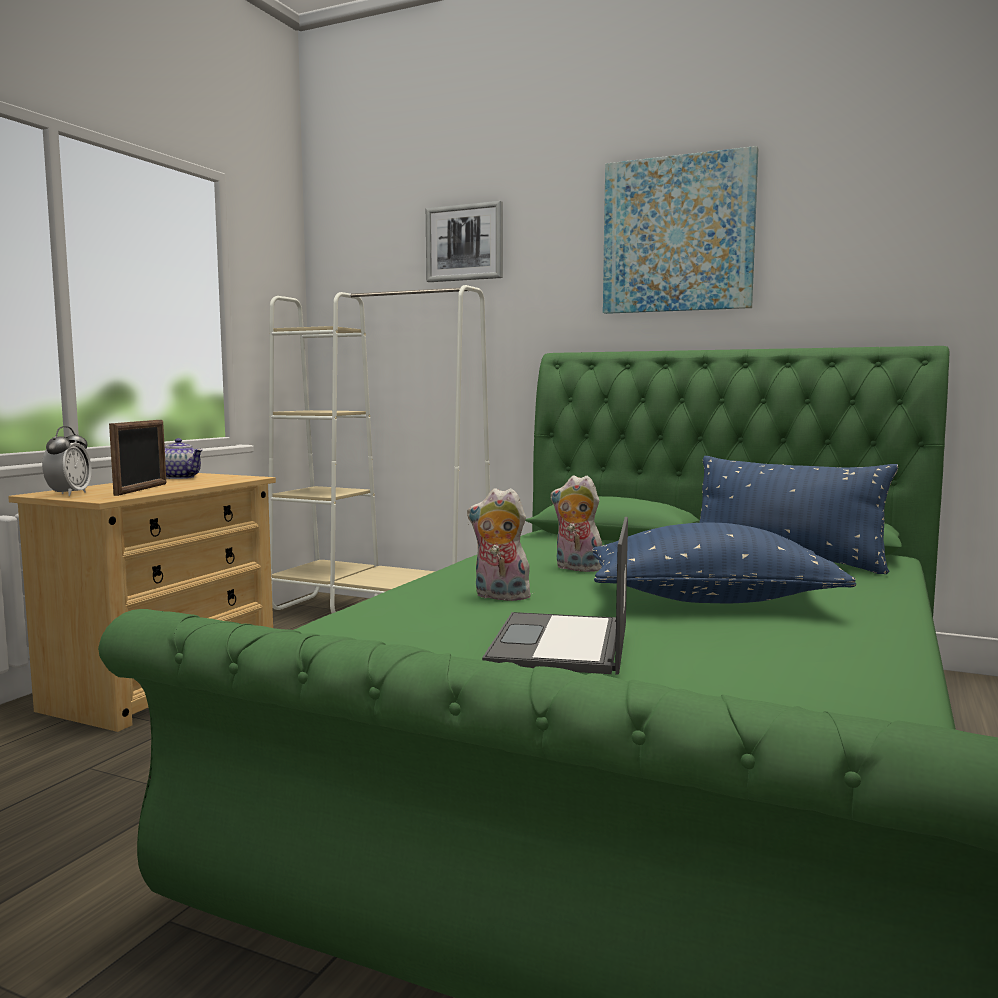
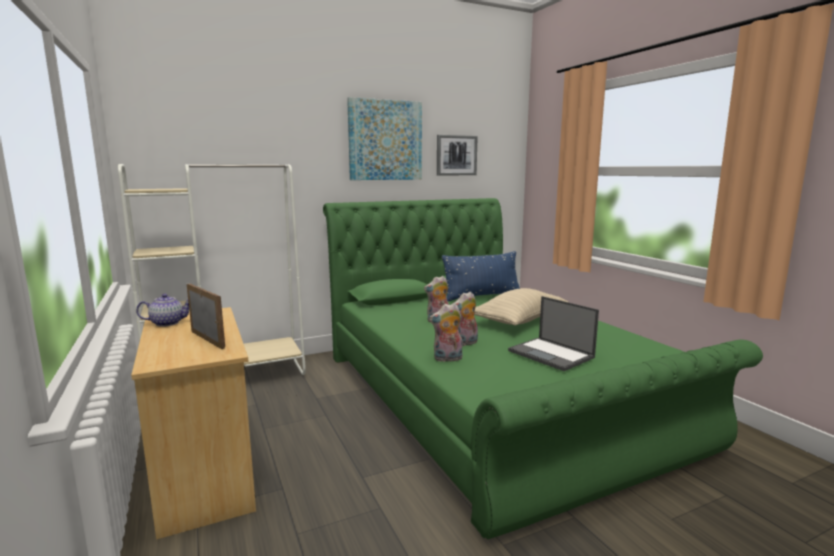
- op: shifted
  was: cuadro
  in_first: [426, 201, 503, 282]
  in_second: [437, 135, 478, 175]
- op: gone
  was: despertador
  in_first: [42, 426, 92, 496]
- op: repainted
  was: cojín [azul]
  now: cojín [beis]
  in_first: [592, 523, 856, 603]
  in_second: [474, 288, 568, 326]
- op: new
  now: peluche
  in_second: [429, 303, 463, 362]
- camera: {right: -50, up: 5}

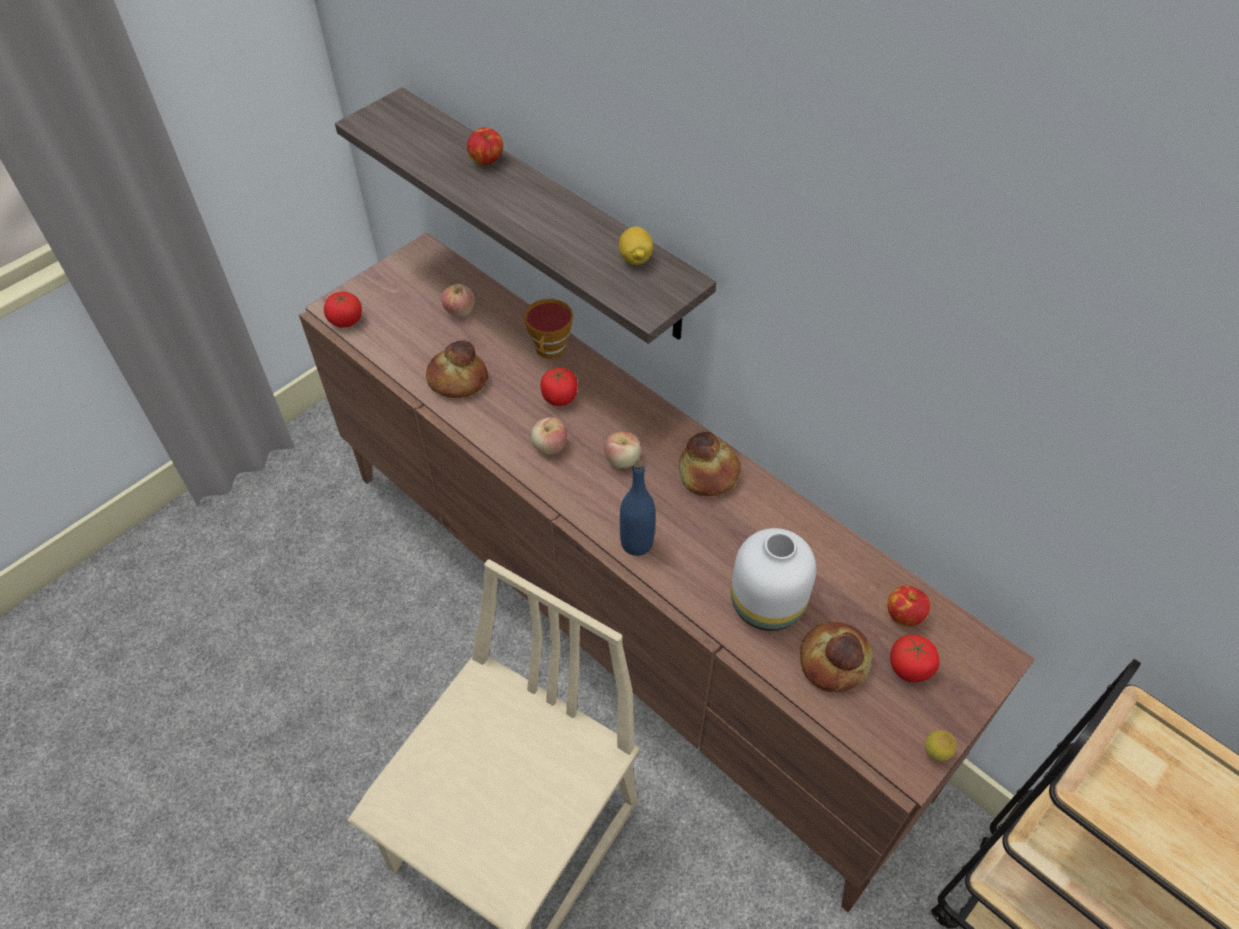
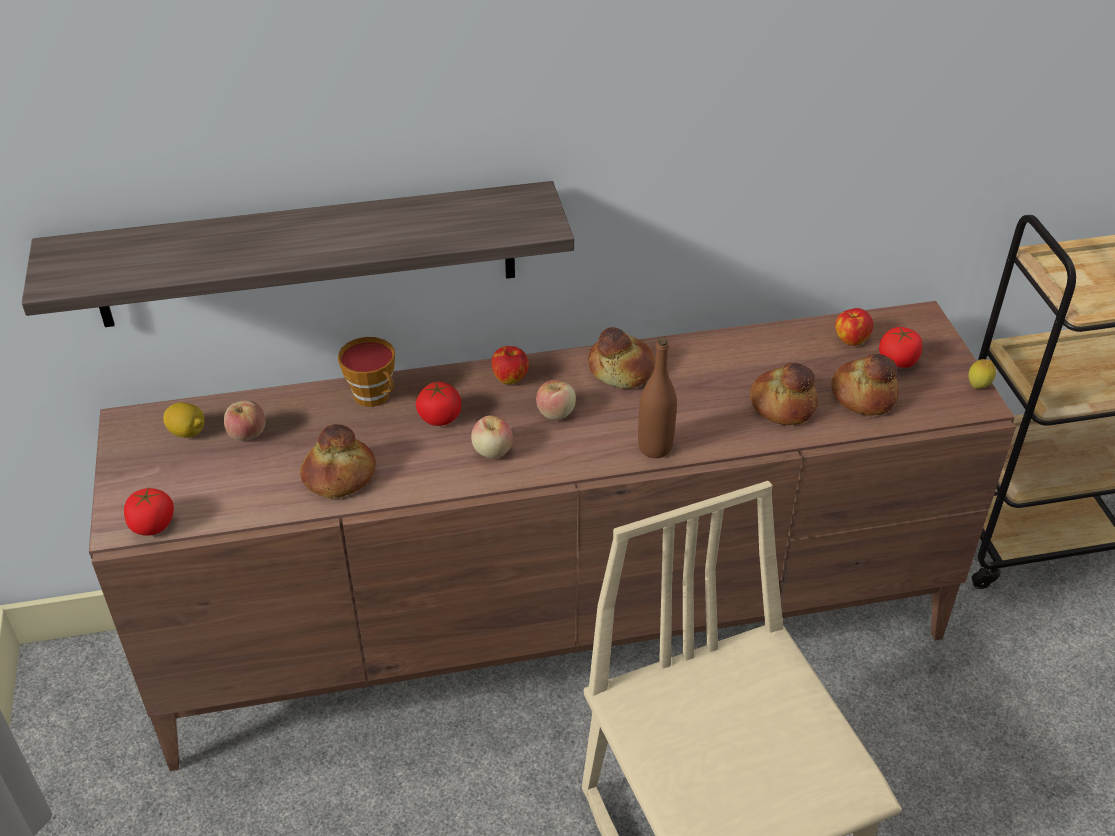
- op: shifted
  was: manzana
  in_first: [467, 127, 503, 165]
  in_second: [491, 346, 529, 384]
- op: shifted
  was: limón
  in_first: [619, 227, 653, 265]
  in_second: [164, 402, 204, 438]
- op: repainted
  was: botella [azul]
  now: botella [marrón]
  in_first: [620, 461, 656, 556]
  in_second: [638, 338, 677, 458]
- op: swapped
  was: florero [blanco]
  now: pan
  in_first: [731, 528, 816, 631]
  in_second: [750, 363, 818, 425]
- camera: {right: -55, up: -10}

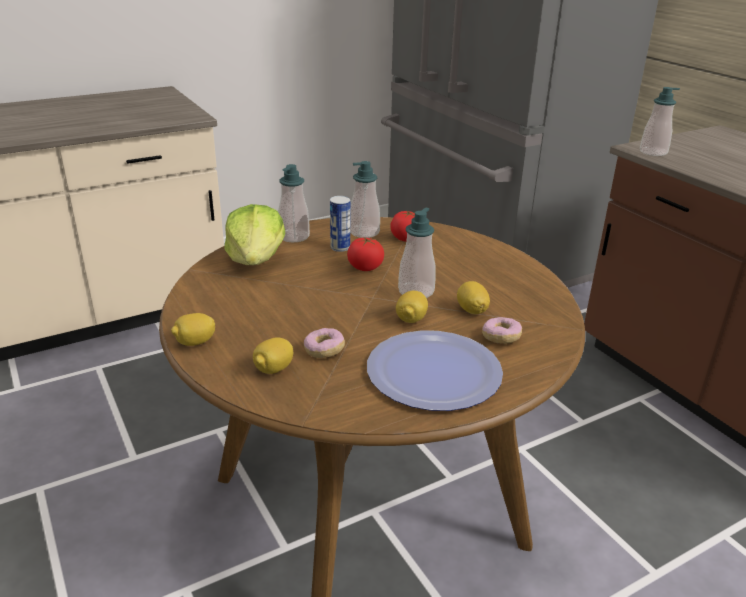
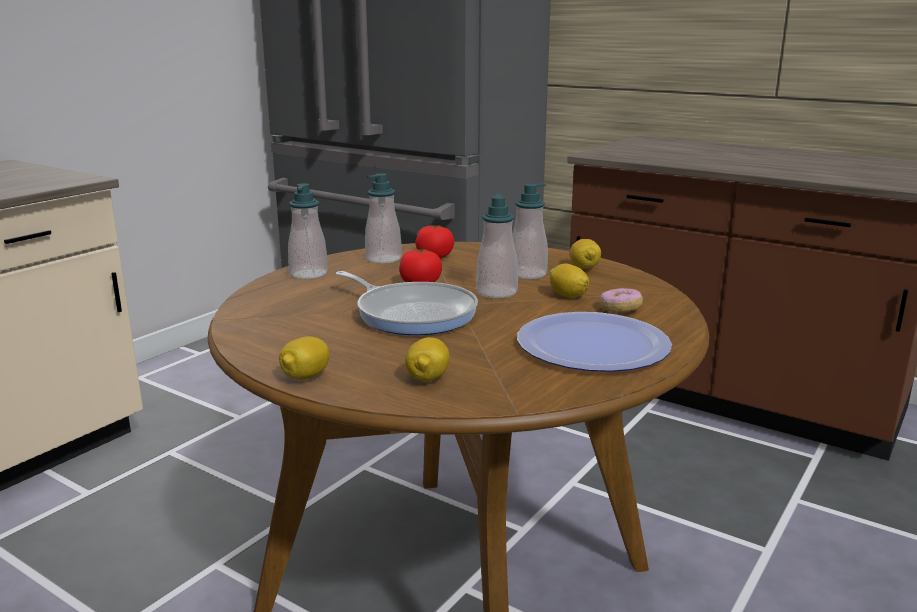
- op: shifted
  was: dispensador de jabón
  in_first: [640, 87, 680, 156]
  in_second: [512, 183, 548, 279]
- op: gone
  was: lata
  in_first: [330, 196, 350, 252]
- op: gone
  was: lechuga
  in_first: [225, 204, 286, 265]
- op: shifted
  was: limón
  in_first: [396, 291, 428, 323]
  in_second: [569, 239, 601, 269]
- op: gone
  was: rosquilla
  in_first: [304, 328, 345, 358]
- op: new
  now: sartén
  in_second: [336, 271, 478, 335]
- camera: {right: -25, up: -10}

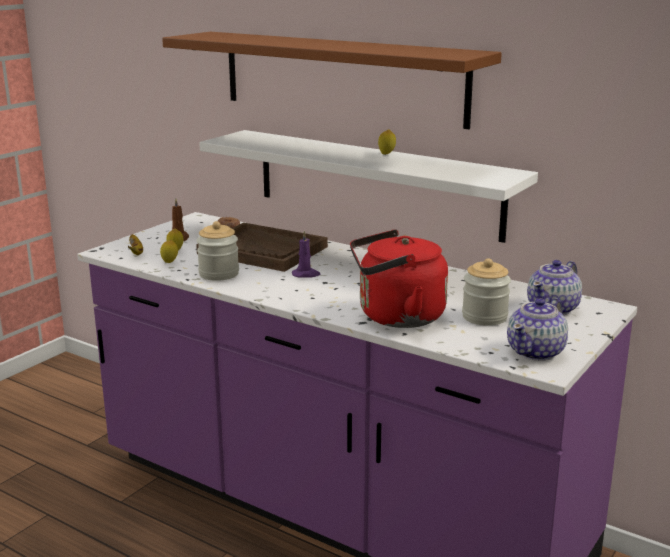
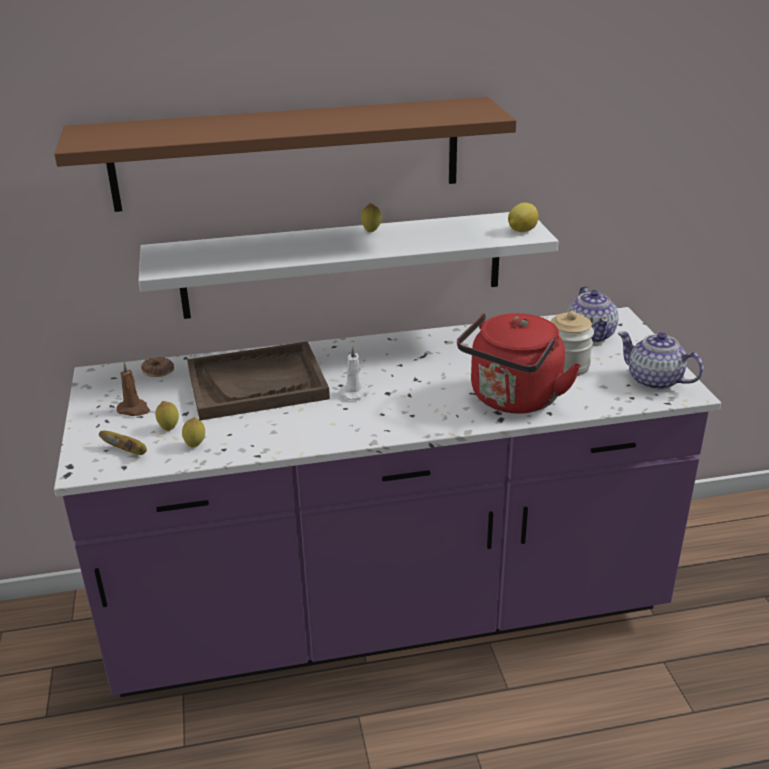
- op: gone
  was: tarro
  in_first: [197, 221, 239, 281]
- op: repainted
  was: vela [morado]
  now: vela [blanco]
  in_first: [292, 230, 320, 278]
  in_second: [339, 346, 369, 400]
- op: rotated
  was: tetera
  in_first: [507, 298, 568, 361]
  in_second: [618, 332, 704, 390]
  clockwise: 135
- op: new
  now: limón
  in_second: [508, 203, 539, 232]
- camera: {right: -45, up: 10}

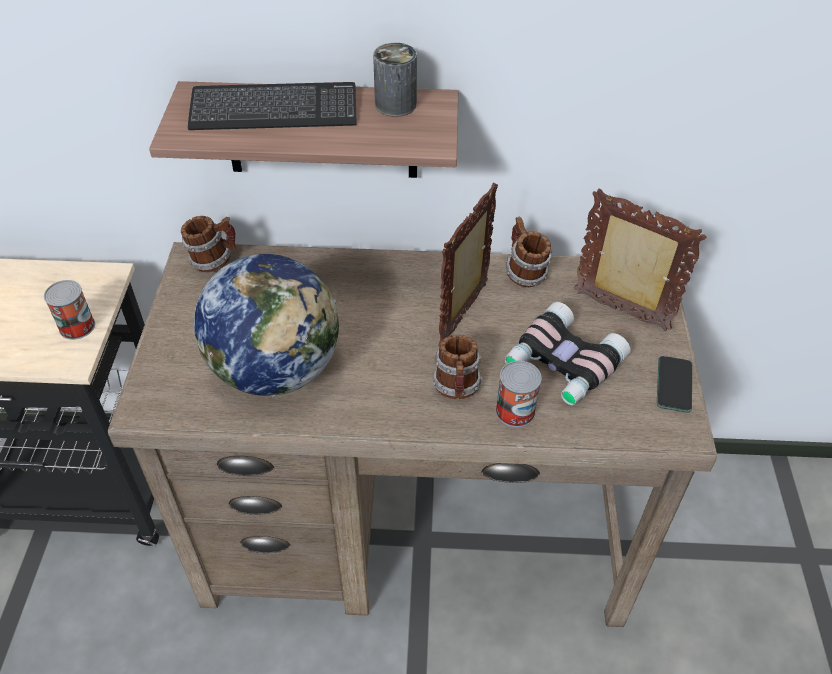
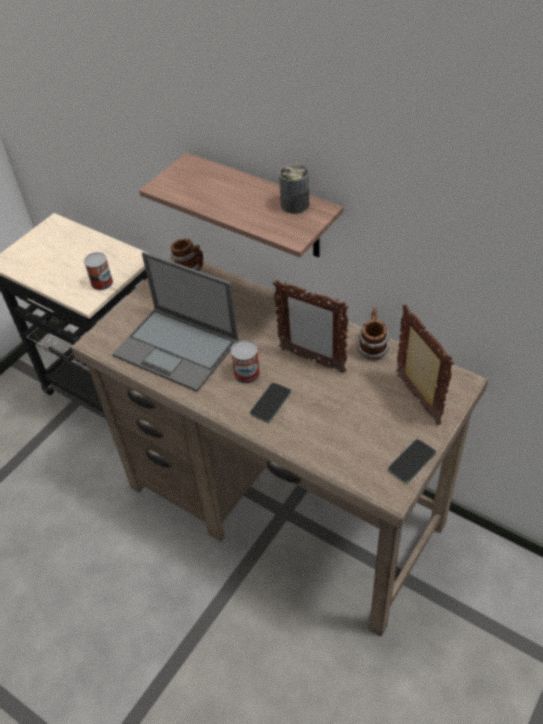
- op: gone
  was: teclado
  in_first: [188, 82, 357, 130]
- op: rotated
  was: portarretratos
  in_first: [438, 183, 498, 346]
  in_second: [273, 280, 349, 373]
  clockwise: -120
- op: swapped
  was: globo terráqueo
  now: portátil
  in_first: [194, 254, 339, 397]
  in_second: [112, 252, 238, 392]
- op: gone
  was: prismáticos
  in_first: [504, 302, 631, 405]
- op: swapped
  was: taza grande
  now: móvil
  in_first: [433, 335, 483, 399]
  in_second: [250, 383, 291, 422]
- op: shifted
  was: lata
  in_first: [496, 361, 542, 427]
  in_second: [231, 340, 260, 384]
- camera: {right: 35, up: 0}

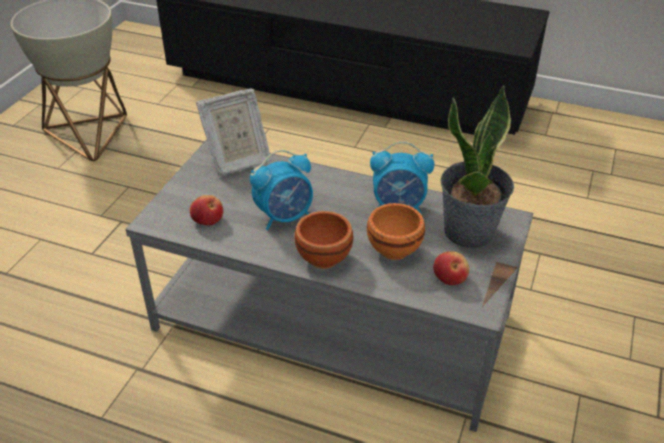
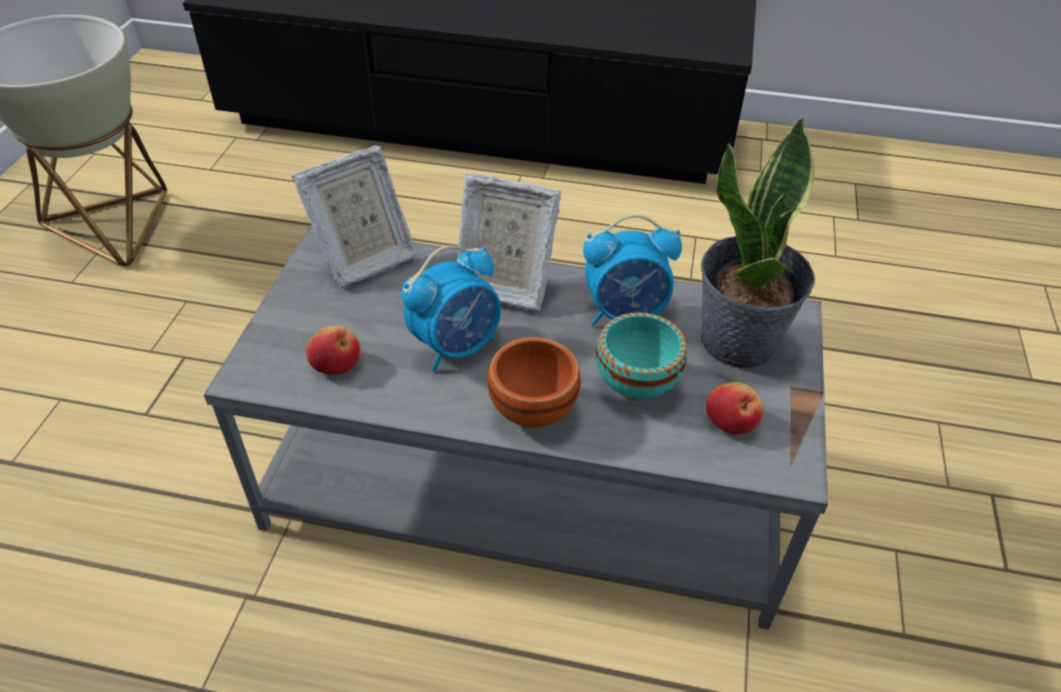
- op: repainted
  was: cuenco [naranja]
  now: cuenco [turquesa]
  in_first: [367, 203, 425, 260]
  in_second: [596, 312, 687, 401]
- op: new
  now: portarretratos
  in_second: [458, 173, 561, 311]
- camera: {right: -10, up: 5}

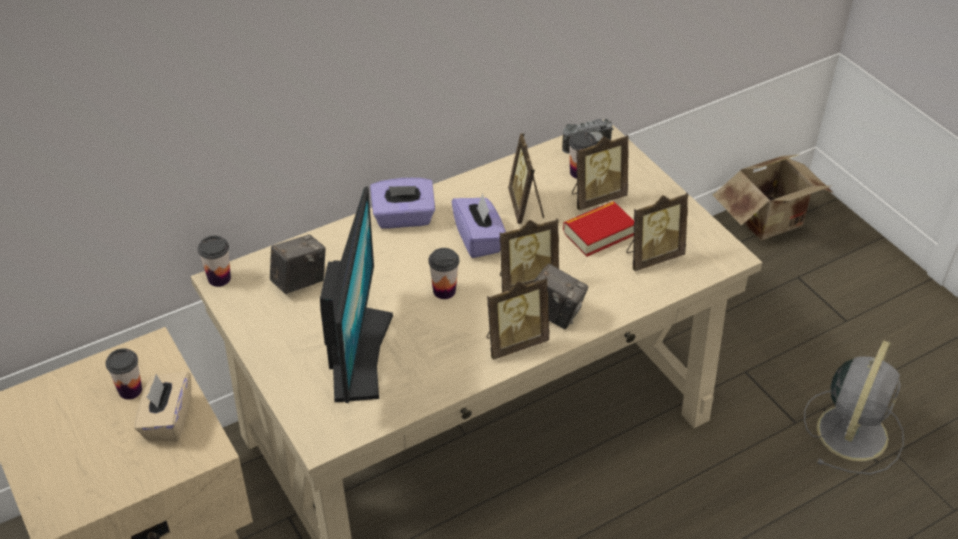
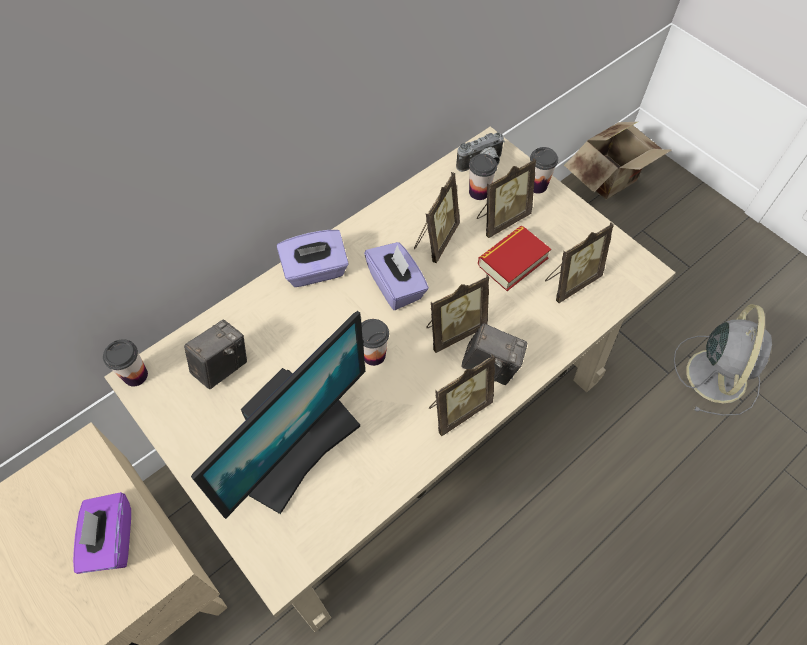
- op: rotated
  was: portarretratos
  in_first: [508, 133, 544, 224]
  in_second: [414, 172, 460, 263]
  clockwise: -135
- op: rotated
  was: monitor
  in_first: [320, 186, 393, 403]
  in_second: [191, 311, 365, 519]
  clockwise: 45
- op: shifted
  was: taza
  in_first: [106, 348, 142, 400]
  in_second: [530, 147, 558, 193]
- op: repainted
  was: caja de pañuelos [beis]
  now: caja de pañuelos [morado]
  in_first: [134, 371, 192, 441]
  in_second: [73, 492, 131, 574]
- camera: {right: -10, up: 15}

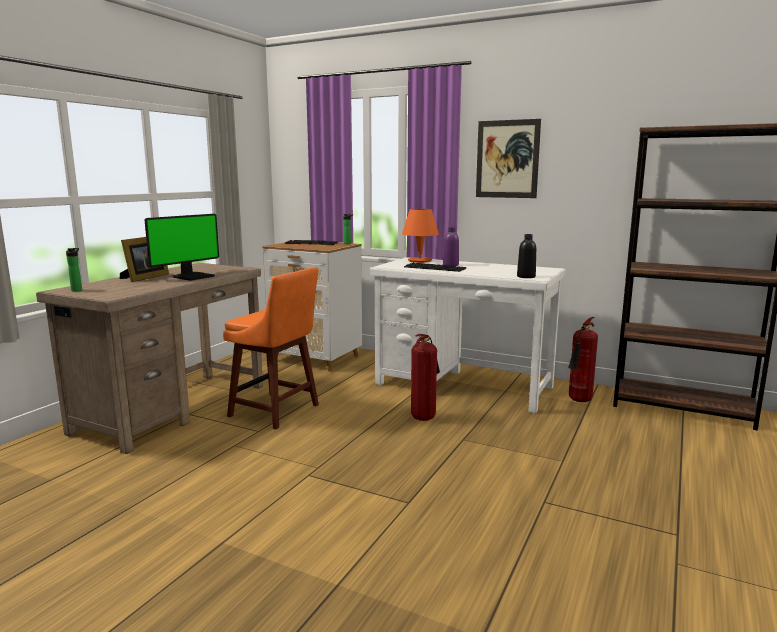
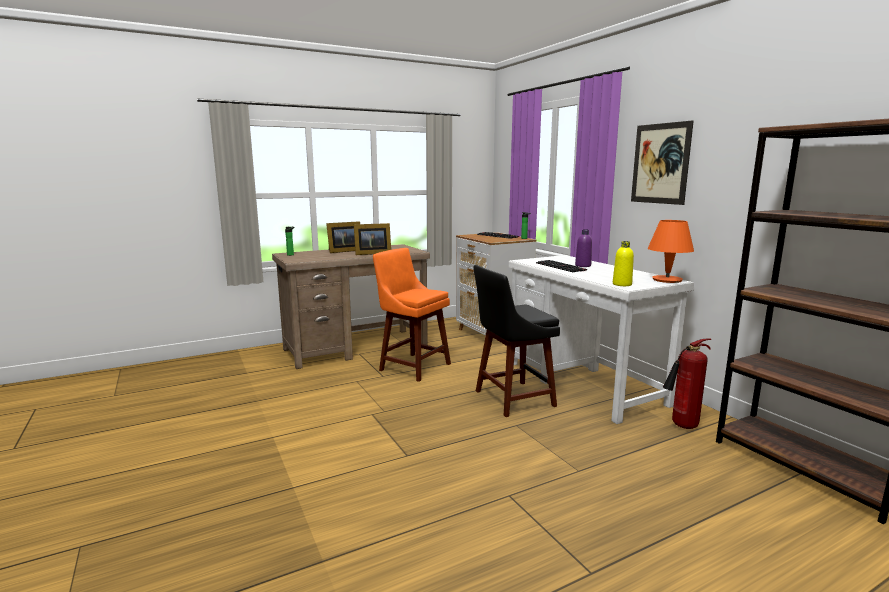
- op: shifted
  was: lámpara de mesa [naranja]
  in_first: [402, 209, 439, 263]
  in_second: [648, 220, 694, 283]
- op: swapped
  was: monitor
  now: portarretratos
  in_first: [145, 214, 219, 281]
  in_second: [354, 223, 391, 255]
- op: repainted
  was: botella [negro]
  now: botella [amarillo]
  in_first: [517, 234, 536, 278]
  in_second: [613, 241, 634, 286]
- op: rotated
  was: silla [naranja]
  in_first: [223, 267, 319, 430]
  in_second: [373, 248, 451, 382]
  clockwise: 150
- op: swapped
  was: extintor
  now: silla [negro]
  in_first: [411, 334, 440, 421]
  in_second: [473, 265, 560, 417]
- camera: {right: 35, up: 0}

